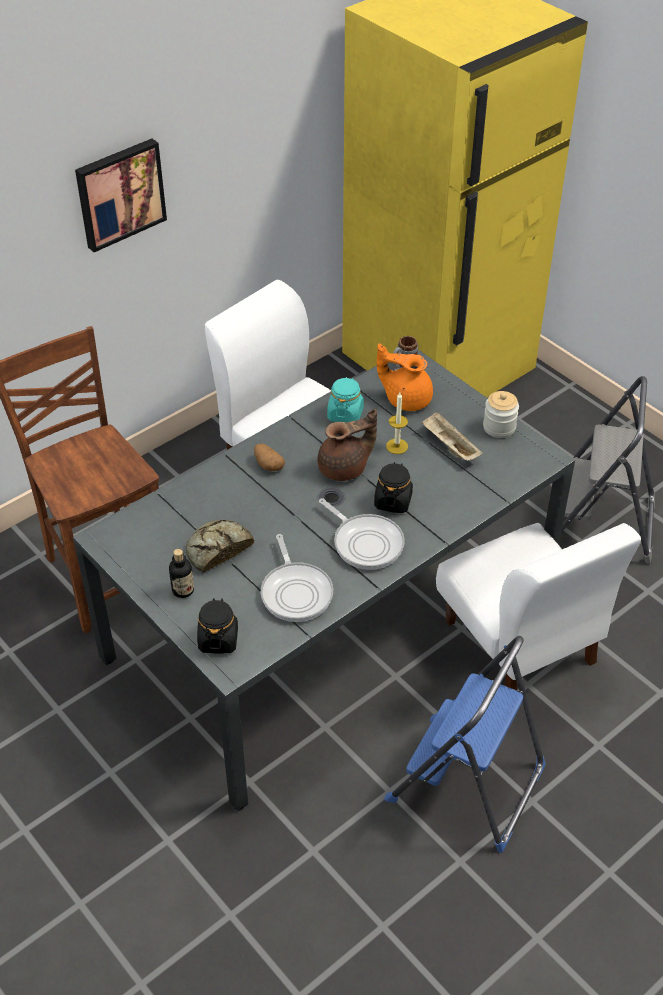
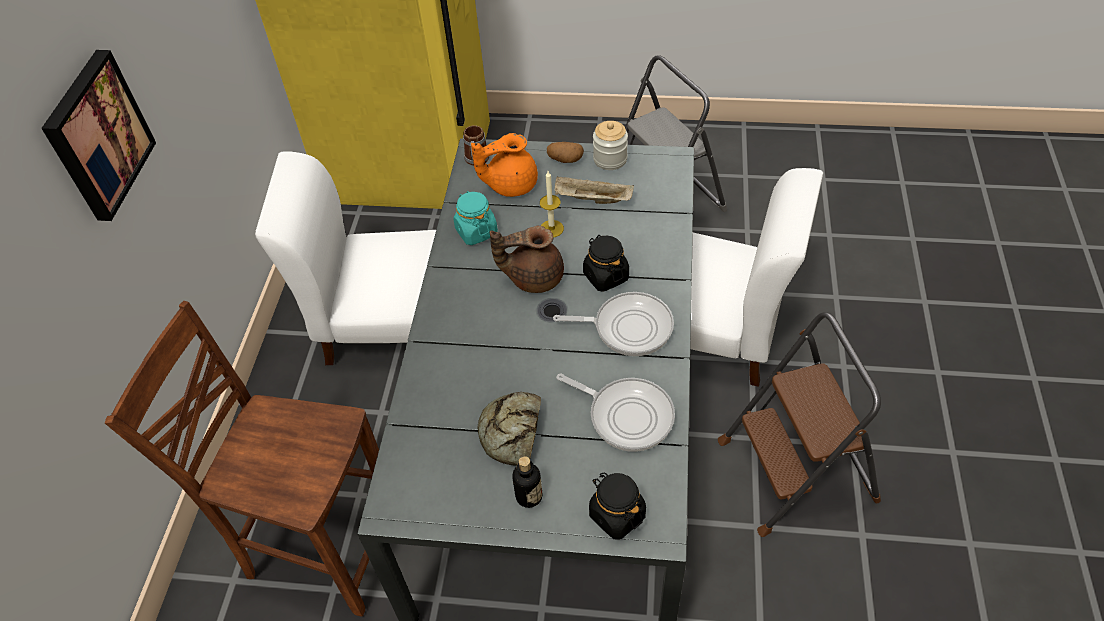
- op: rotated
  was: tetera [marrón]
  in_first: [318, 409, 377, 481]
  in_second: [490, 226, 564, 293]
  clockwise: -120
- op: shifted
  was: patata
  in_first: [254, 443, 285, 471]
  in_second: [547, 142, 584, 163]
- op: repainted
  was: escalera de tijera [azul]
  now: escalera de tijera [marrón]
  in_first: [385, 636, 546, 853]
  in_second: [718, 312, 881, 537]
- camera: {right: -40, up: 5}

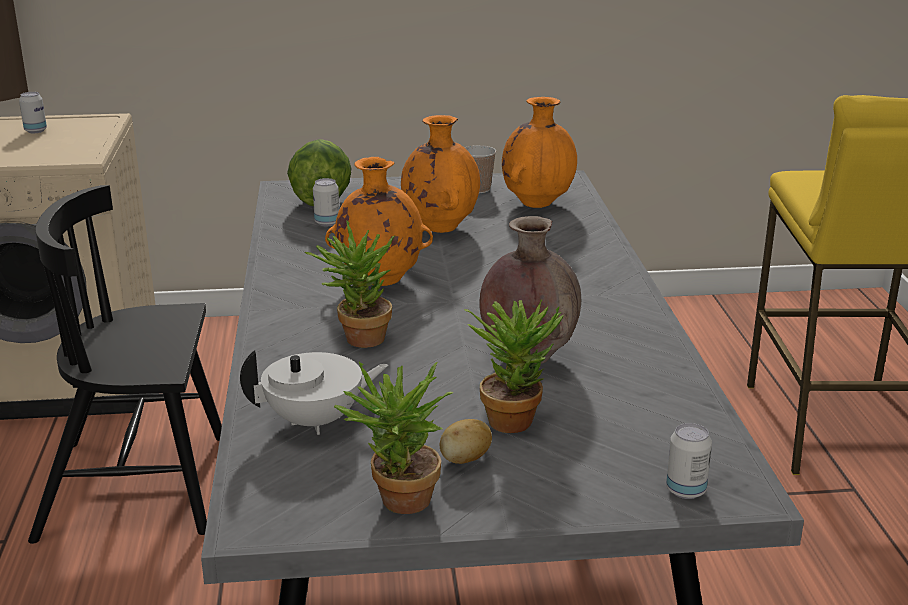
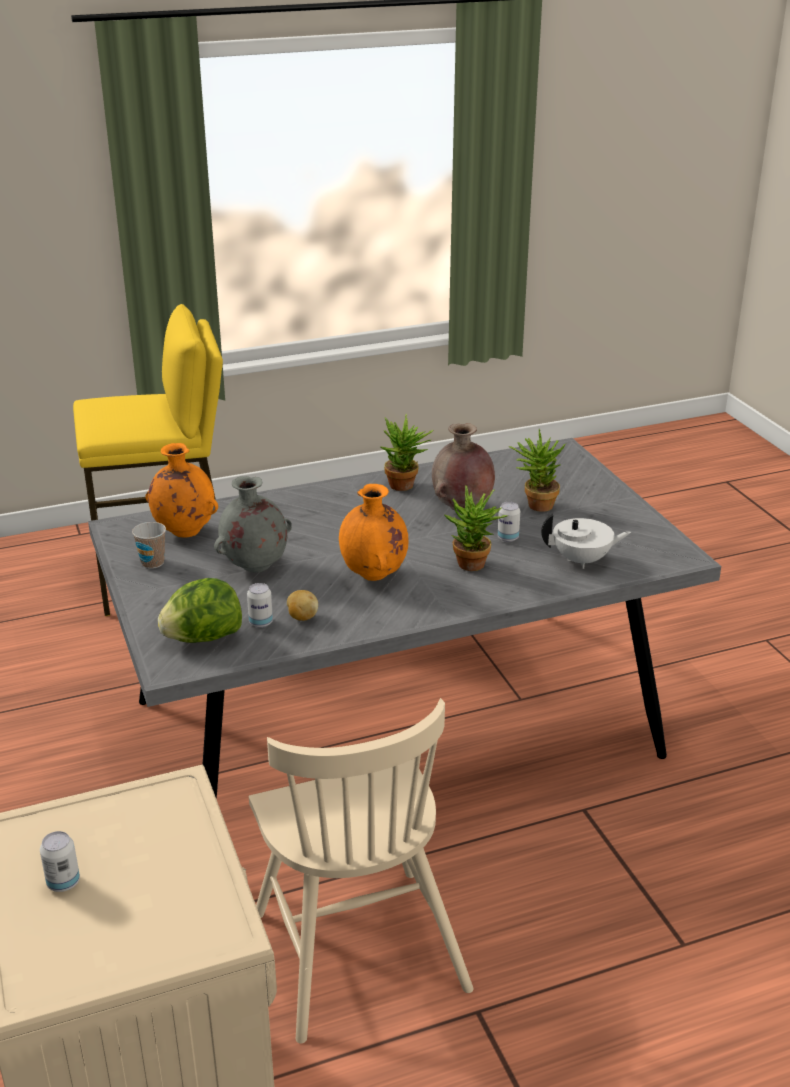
- op: repainted
  was: florero [naranja]
  now: florero [gris]
  in_first: [401, 115, 480, 233]
  in_second: [214, 476, 292, 573]
- op: repainted
  was: silla [negro]
  now: silla [beis]
  in_first: [28, 185, 222, 544]
  in_second: [249, 698, 473, 1043]
- op: rotated
  was: tetera [blanco]
  in_first: [240, 350, 388, 435]
  in_second: [541, 514, 631, 569]
  clockwise: 120
- op: shifted
  was: planta en maceta
  in_first: [334, 362, 454, 514]
  in_second: [381, 414, 434, 491]
- op: shifted
  was: patata
  in_first: [439, 419, 492, 464]
  in_second: [287, 590, 318, 621]
- op: shifted
  was: lata
  in_first: [666, 423, 712, 499]
  in_second: [498, 502, 520, 542]
- camera: {right: -105, up: 5}

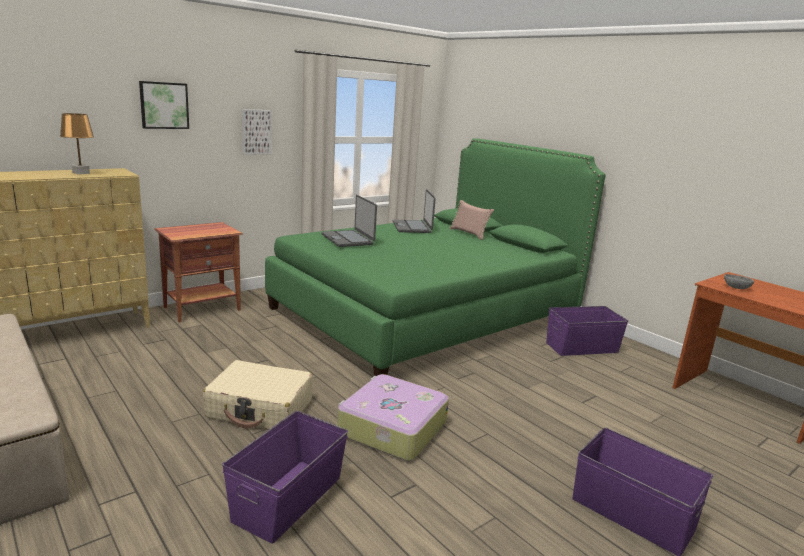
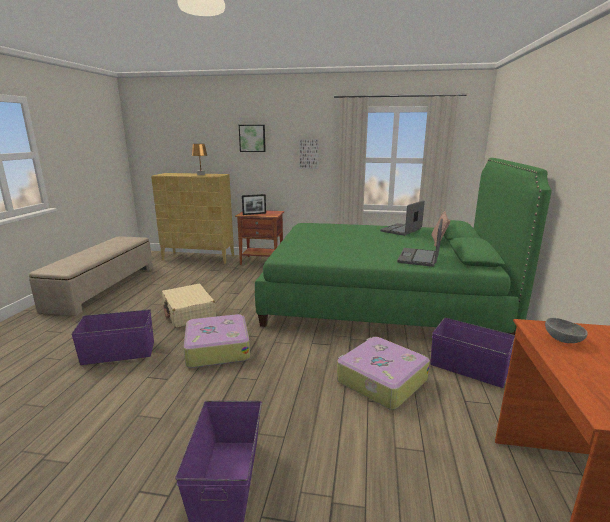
- op: shifted
  was: portátil
  in_first: [321, 195, 377, 247]
  in_second: [397, 218, 443, 267]
- op: new
  now: portarretratos
  in_second: [242, 194, 266, 215]
- op: new
  now: maleta
  in_second: [337, 337, 430, 410]
- camera: {right: 50, up: 0}

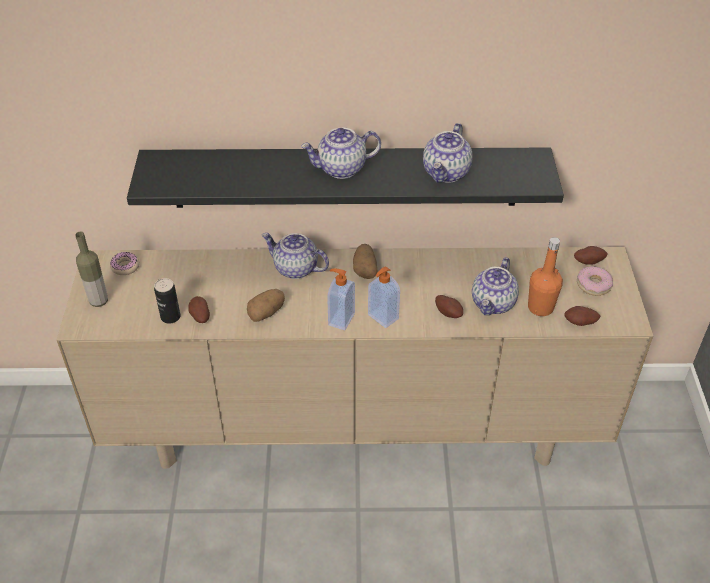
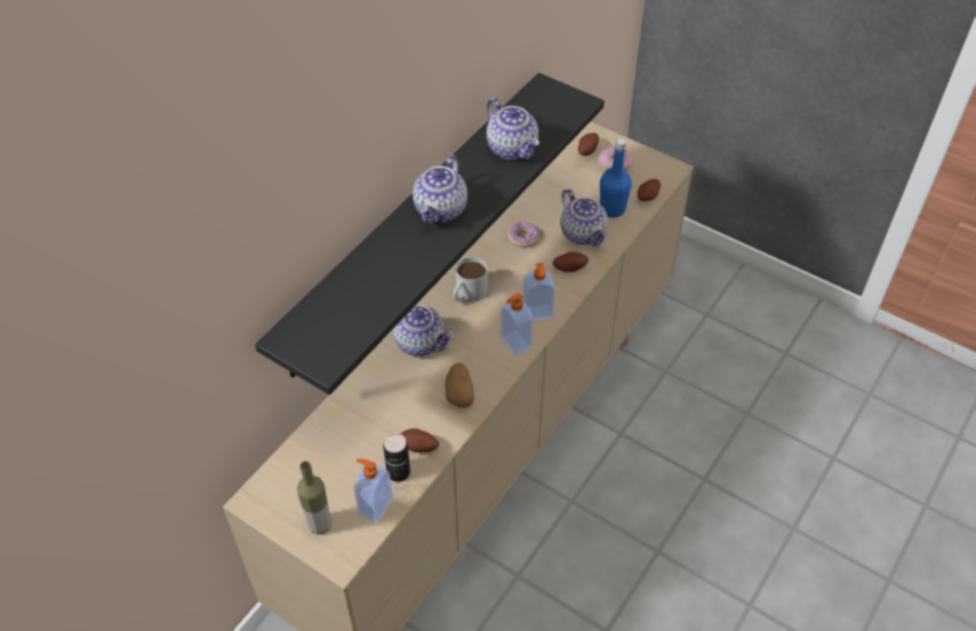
- op: rotated
  was: tetera
  in_first: [262, 233, 329, 279]
  in_second: [393, 305, 455, 356]
  clockwise: -120
- op: repainted
  was: botella [naranja]
  now: botella [azul]
  in_first: [528, 237, 563, 316]
  in_second: [600, 138, 632, 218]
- op: swapped
  was: patata
  now: taza grande [blanco]
  in_first: [353, 244, 377, 279]
  in_second: [453, 257, 487, 301]
- op: shifted
  was: rosquilla
  in_first: [110, 252, 140, 275]
  in_second: [508, 222, 539, 247]
- op: new
  now: dispensador de jabón
  in_second: [354, 459, 393, 523]
- camera: {right: -55, up: 5}

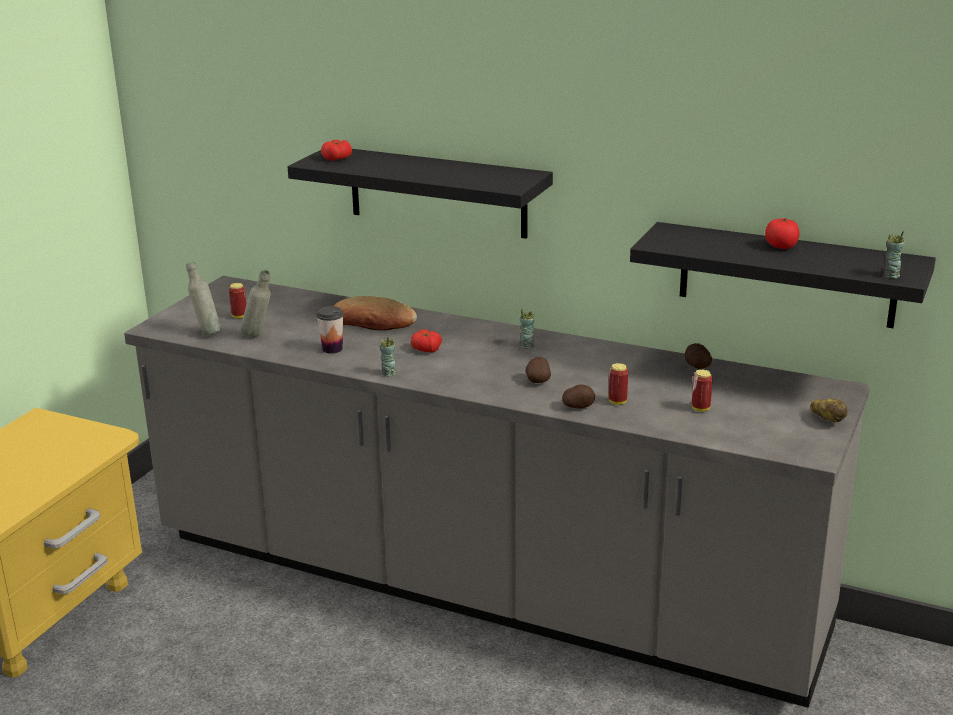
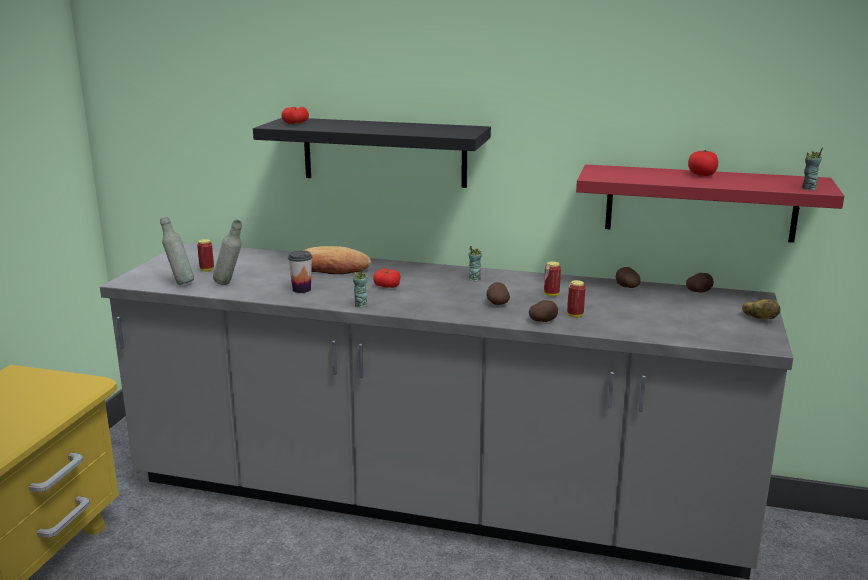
- op: repainted
  was: estante [negro]
  now: estante [rojo]
  in_first: [630, 222, 936, 328]
  in_second: [576, 164, 844, 243]
- op: shifted
  was: lata
  in_first: [692, 370, 713, 411]
  in_second: [544, 261, 561, 296]
- op: new
  now: patata
  in_second: [686, 273, 714, 293]
- camera: {right: -10, up: -5}

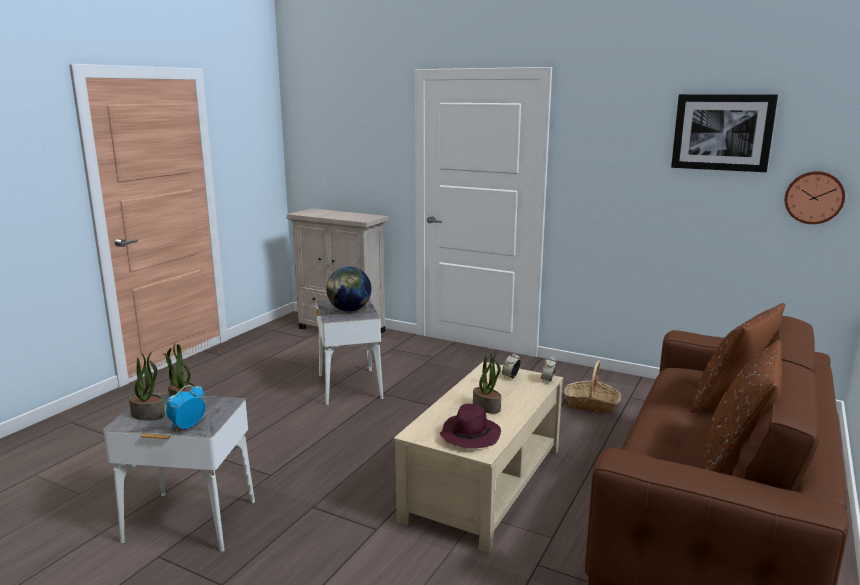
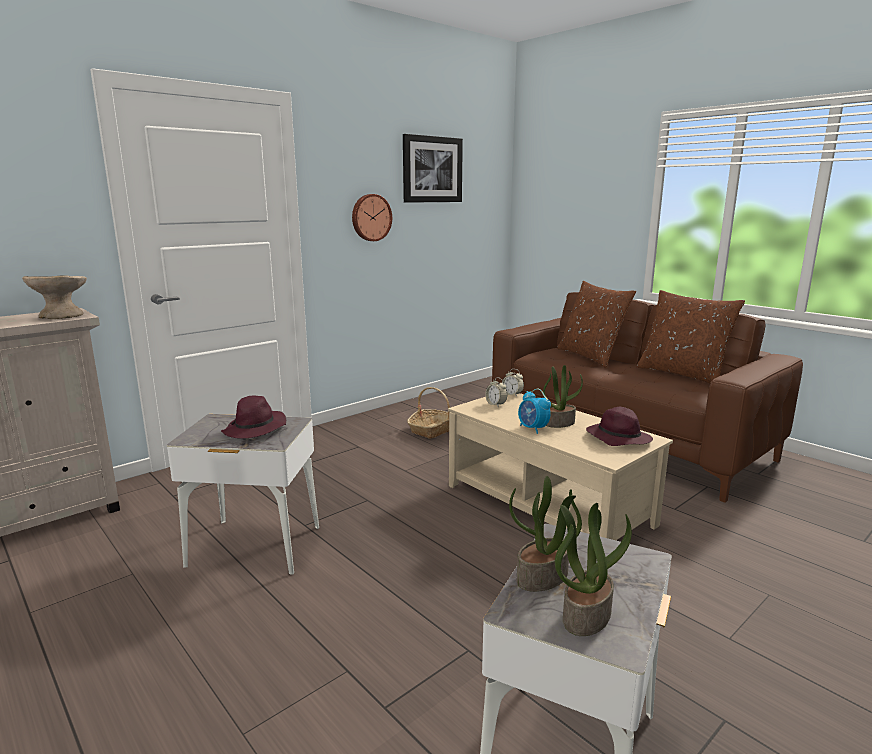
- op: shifted
  was: reloj de pared
  in_first: [785, 171, 845, 224]
  in_second: [352, 194, 392, 241]
- op: swapped
  was: globo terráqueo
  now: sombrero [morado]
  in_first: [326, 267, 371, 312]
  in_second: [221, 396, 286, 439]
- op: shifted
  was: despertador
  in_first: [166, 385, 205, 430]
  in_second: [518, 389, 551, 434]
- op: new
  now: cuenco [beis]
  in_second: [22, 275, 87, 319]
- camera: {right: -70, up: 0}

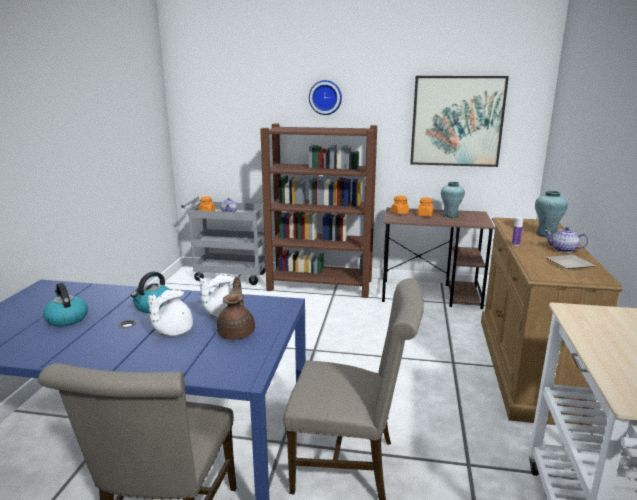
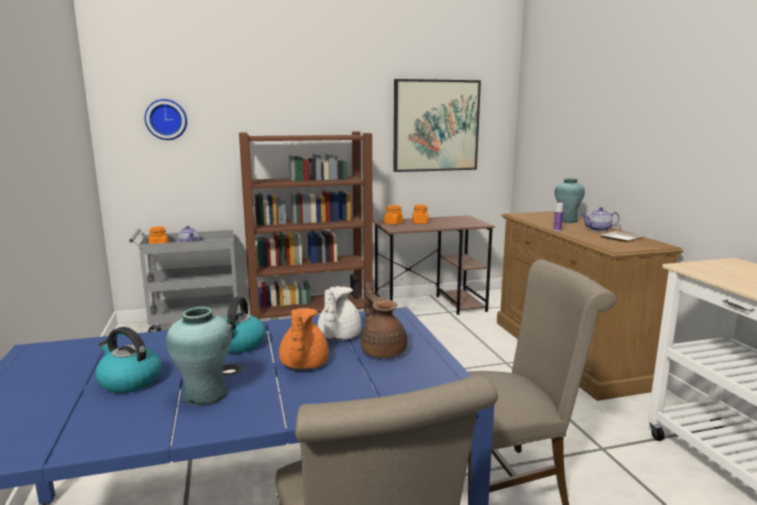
- op: shifted
  was: reloj de pared
  in_first: [309, 80, 342, 115]
  in_second: [145, 99, 187, 140]
- op: shifted
  was: florero [turquesa]
  in_first: [441, 182, 465, 218]
  in_second: [166, 307, 232, 407]
- op: repainted
  was: tetera [blanco]
  now: tetera [naranja]
  in_first: [148, 289, 193, 336]
  in_second: [279, 308, 329, 369]
- camera: {right: -25, up: -5}

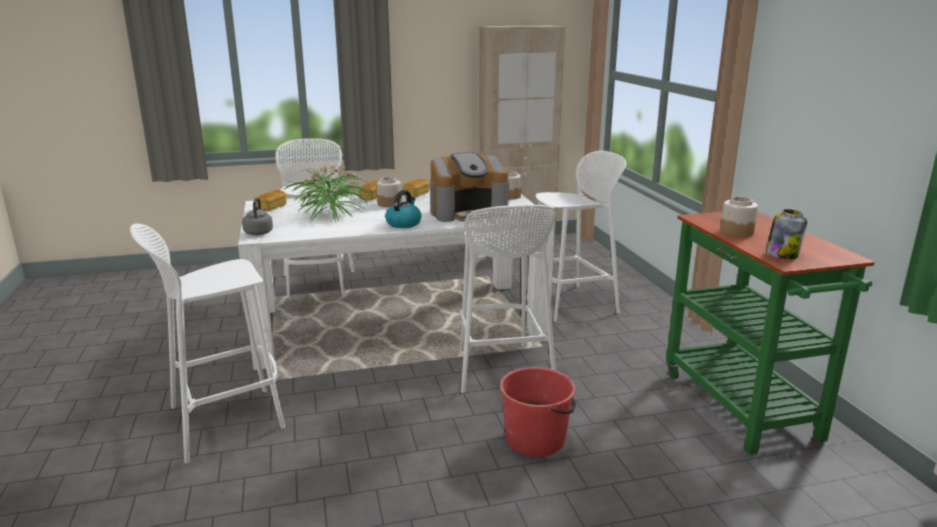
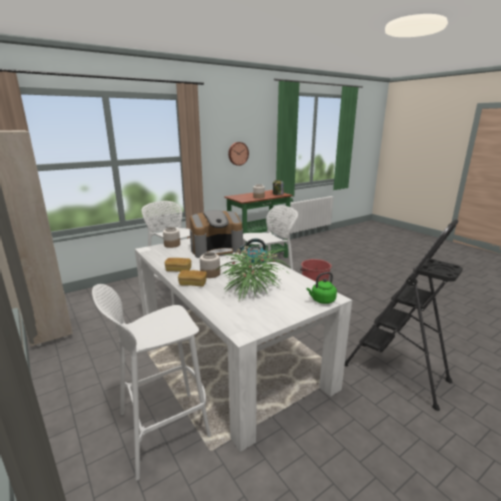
- op: rotated
  was: cafetera
  in_first: [430, 153, 509, 222]
  in_second: [190, 210, 243, 258]
  clockwise: 105
- op: gone
  was: pan
  in_first: [255, 190, 287, 211]
- op: repainted
  was: hervidor [gris]
  now: hervidor [verde]
  in_first: [242, 198, 273, 235]
  in_second: [306, 272, 337, 304]
- op: swapped
  was: taburete [blanco]
  now: escalera de tijera
  in_first: [130, 224, 285, 464]
  in_second: [345, 220, 463, 411]
- op: new
  now: reloj de pared
  in_second: [228, 142, 249, 166]
- camera: {right: -110, up: 0}

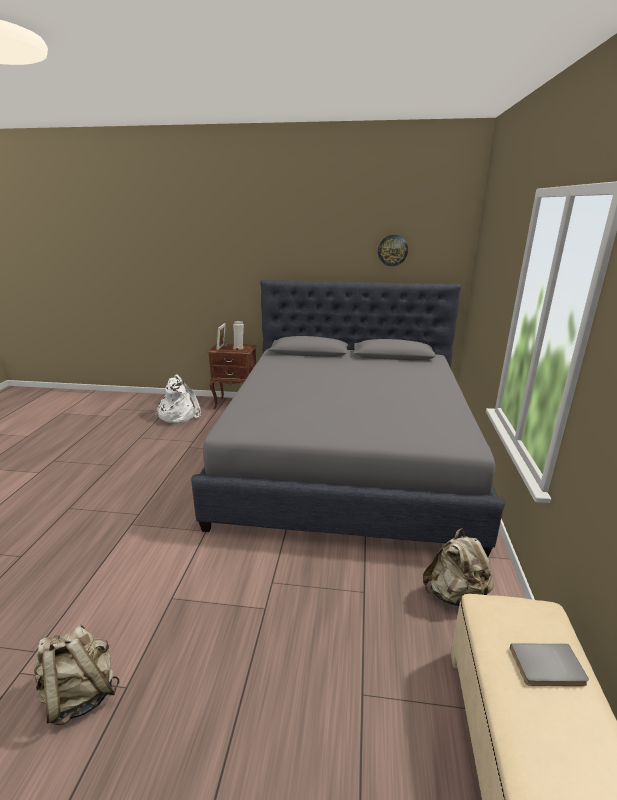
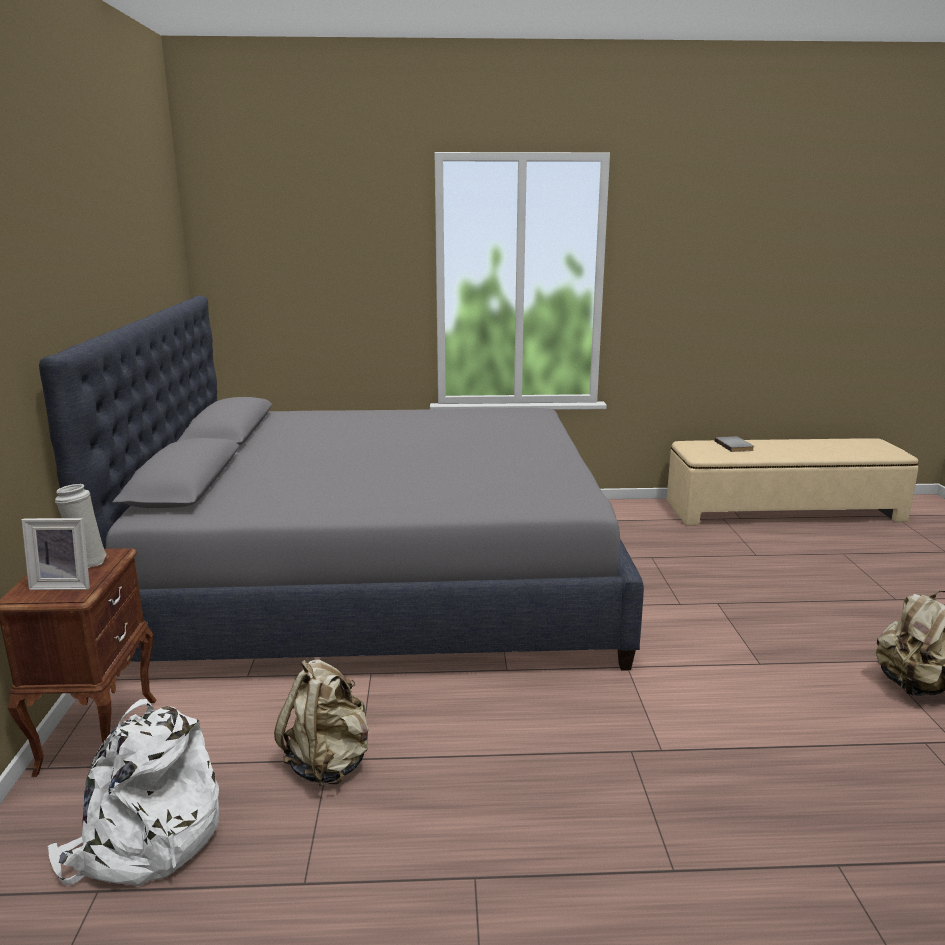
- op: gone
  was: reloj de pared
  in_first: [378, 235, 408, 266]
- op: shifted
  was: mochila [beis]
  in_first: [423, 528, 494, 606]
  in_second: [274, 659, 369, 786]
- camera: {right: -100, up: -5}

